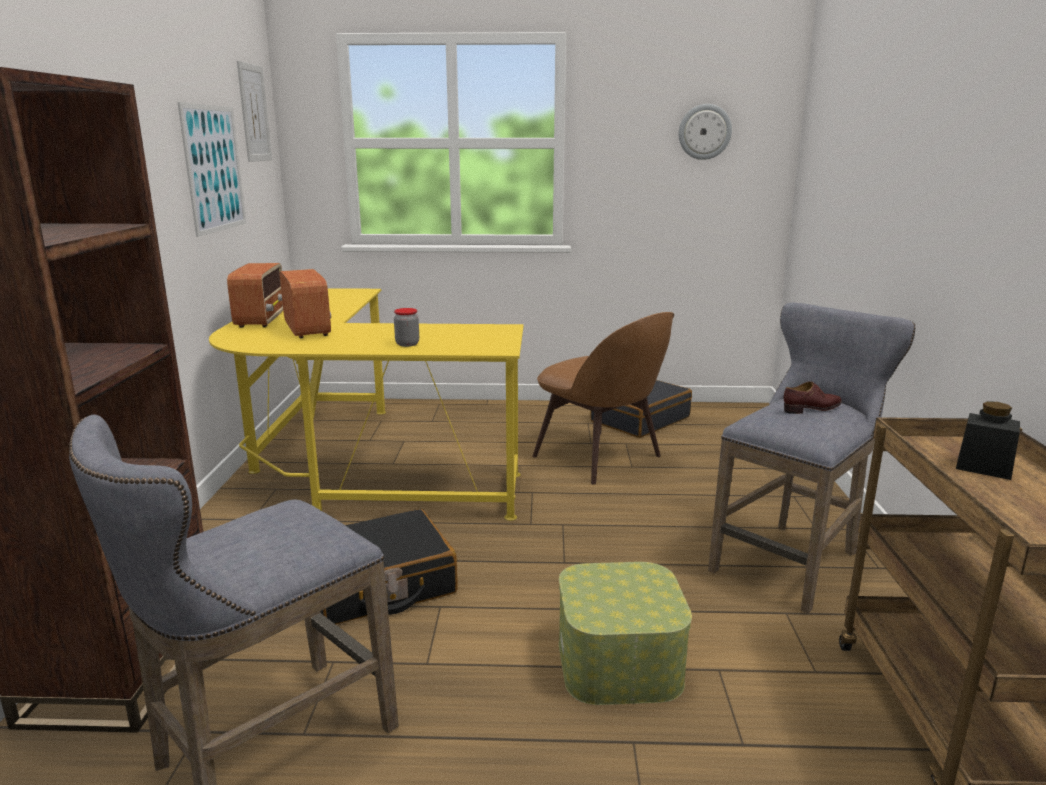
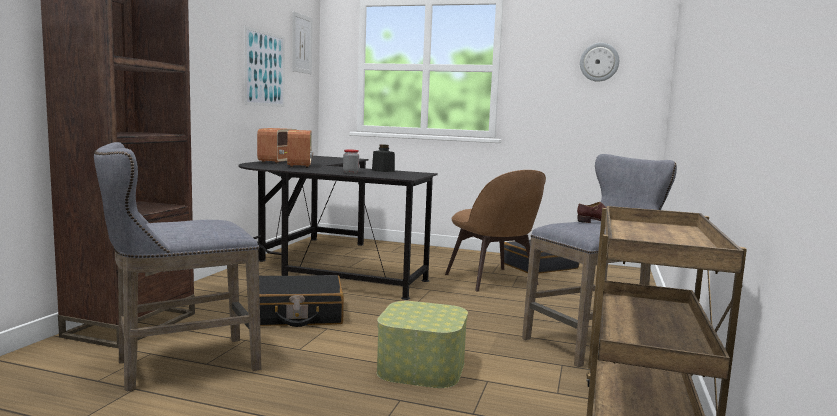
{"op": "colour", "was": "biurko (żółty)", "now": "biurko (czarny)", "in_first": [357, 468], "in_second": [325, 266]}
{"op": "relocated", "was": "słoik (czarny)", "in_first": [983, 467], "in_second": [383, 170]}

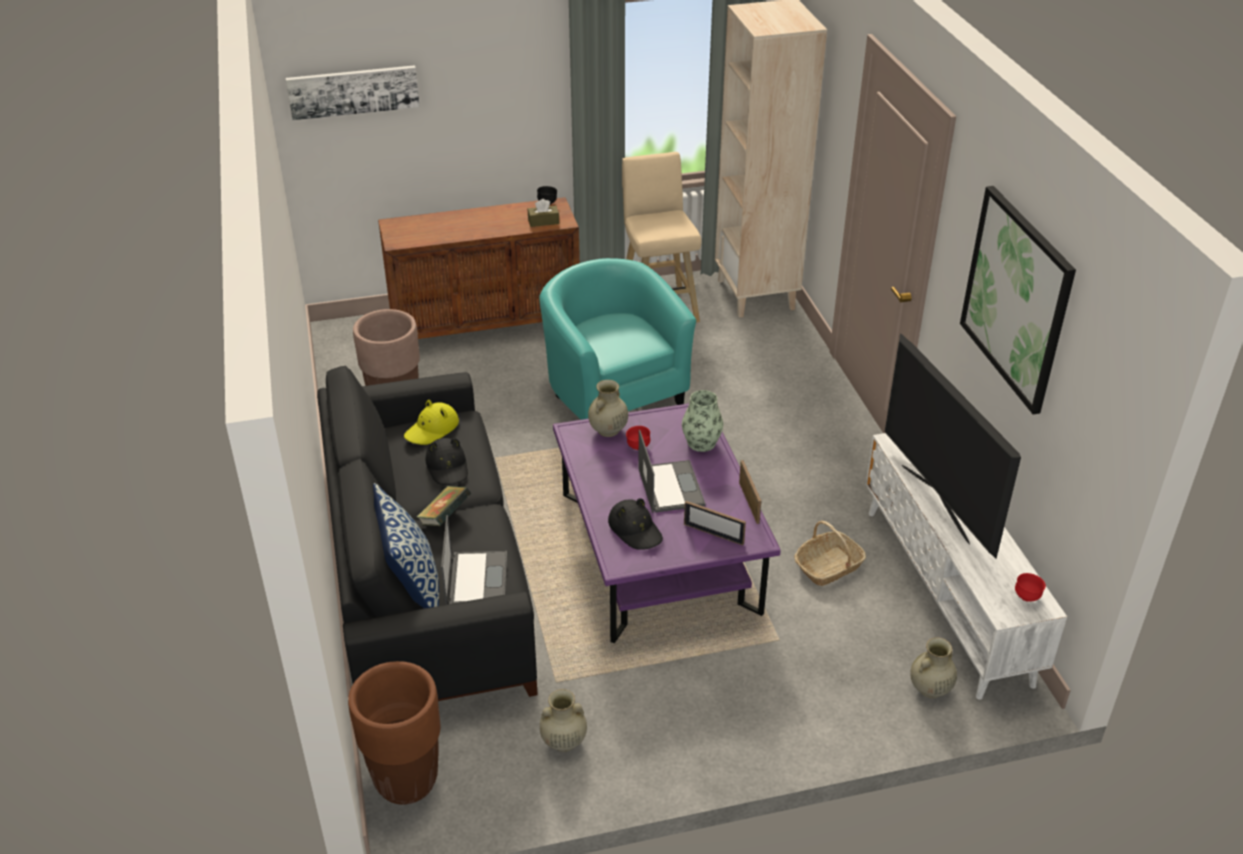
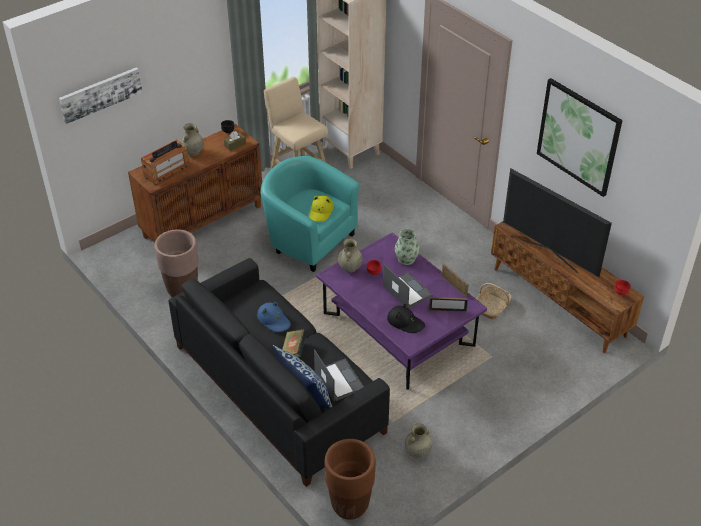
{"op": "relocated", "was": "kapelusz (żółty)", "in_first": [432, 429], "in_second": [321, 212]}
{"op": "colour", "was": "kapelusz (czarny)", "now": "kapelusz (niebieski)", "in_first": [447, 467], "in_second": [274, 320]}
{"op": "colour", "was": "szafka pod telewizor (biały)", "now": "szafka pod telewizor (brązowy)", "in_first": [947, 594], "in_second": [559, 302]}
{"op": "relocated", "was": "wazon (beżowy)", "in_first": [929, 689], "in_second": [193, 152]}
{"op": "appeared", "now": "radio", "in_second": [167, 171]}

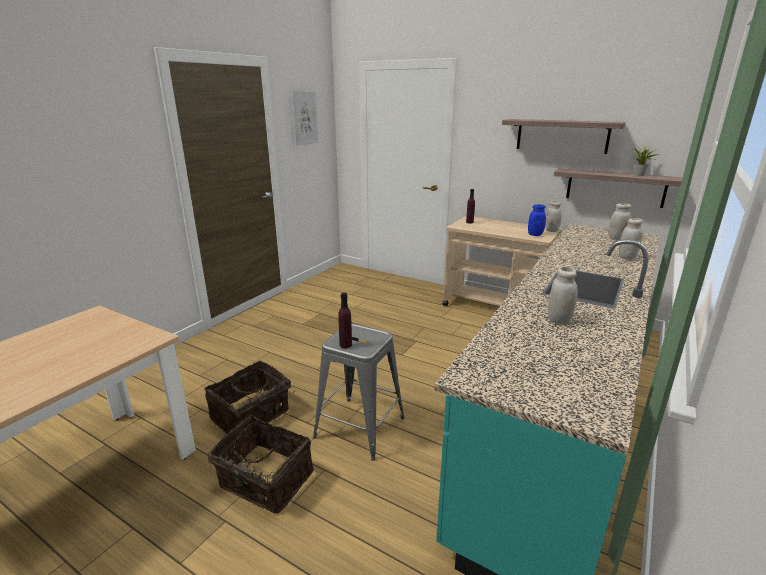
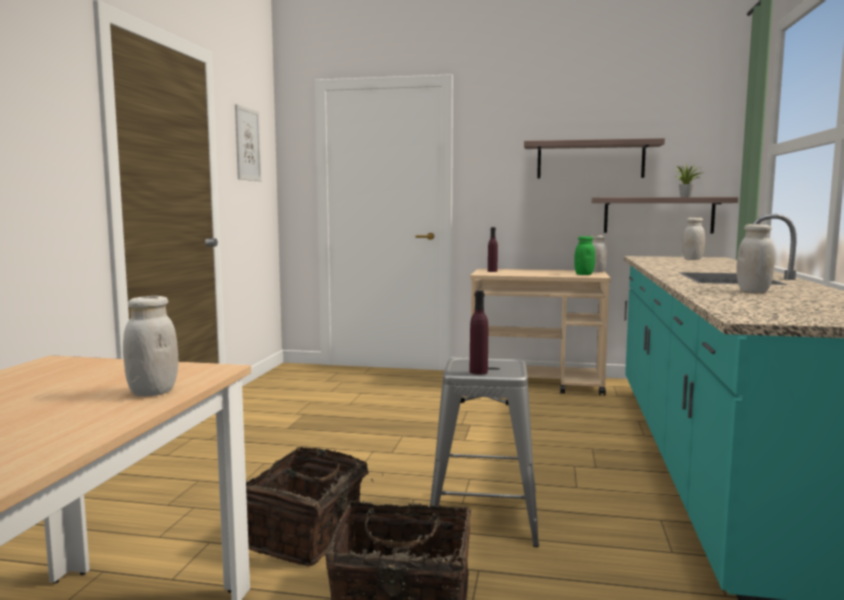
{"op": "colour", "was": "słoik (niebieski)", "now": "słoik (zielony)", "in_first": [535, 234], "in_second": [584, 274]}
{"op": "relocated", "was": "słoik (biały)", "in_first": [626, 257], "in_second": [153, 392]}

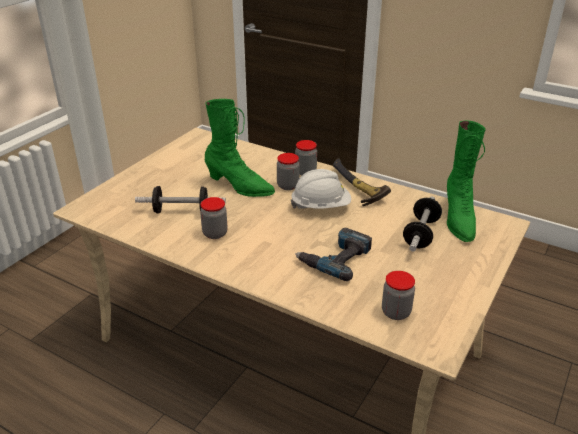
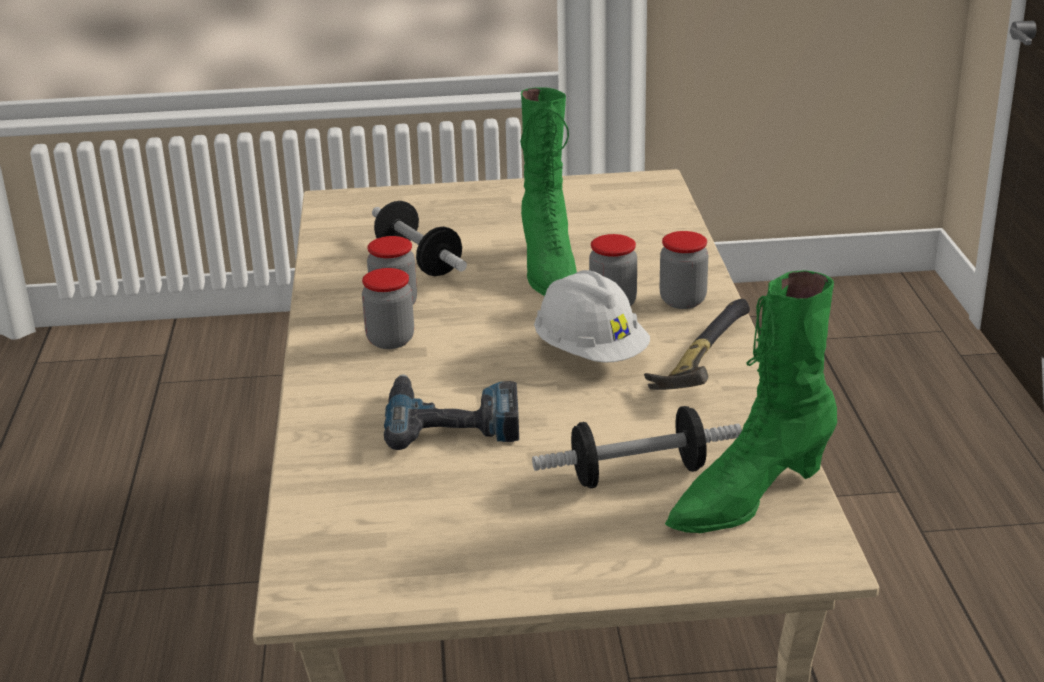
{"op": "relocated", "was": "słoik", "in_first": [396, 312], "in_second": [390, 340]}

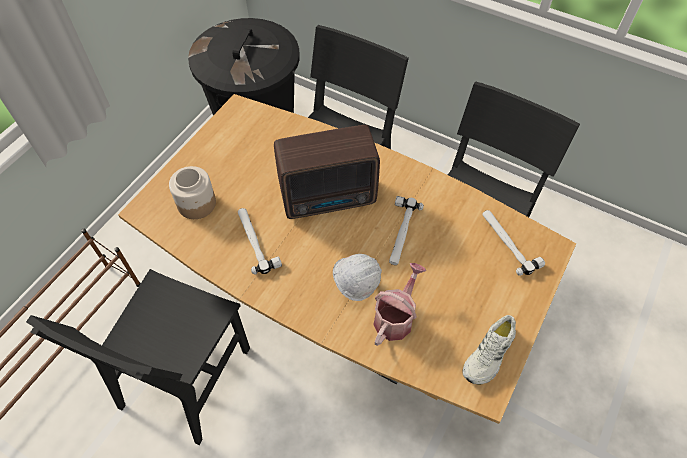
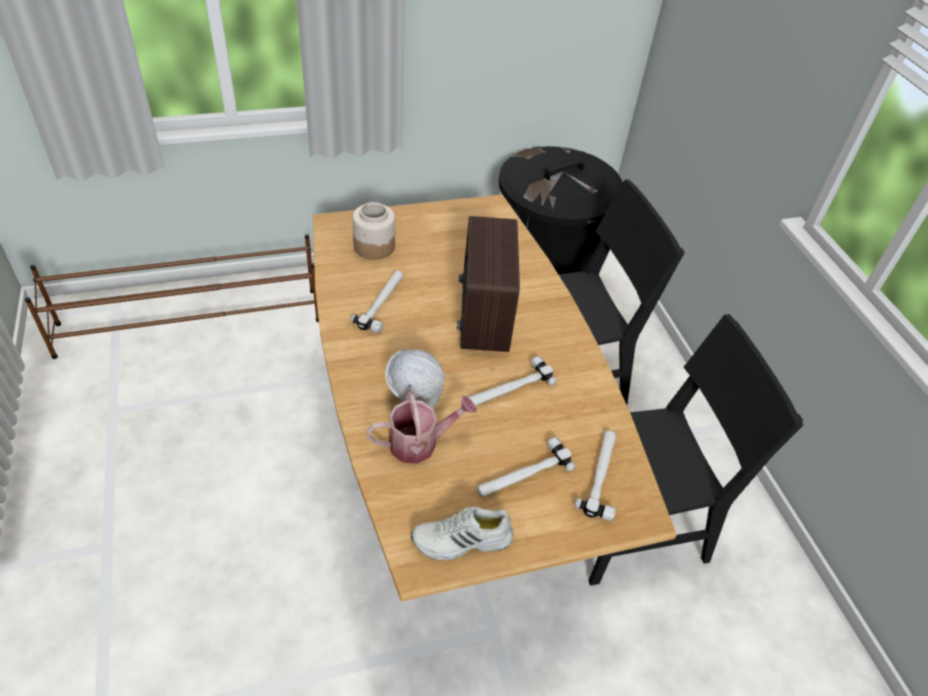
{"op": "missing", "was": "krzesło (czarny)", "in_first": [185, 377]}
{"op": "spun", "was": "radio", "in_first": [330, 198], "in_second": [482, 318], "clockwise": 60}
{"op": "appeared", "now": "młotek", "in_second": [523, 474]}

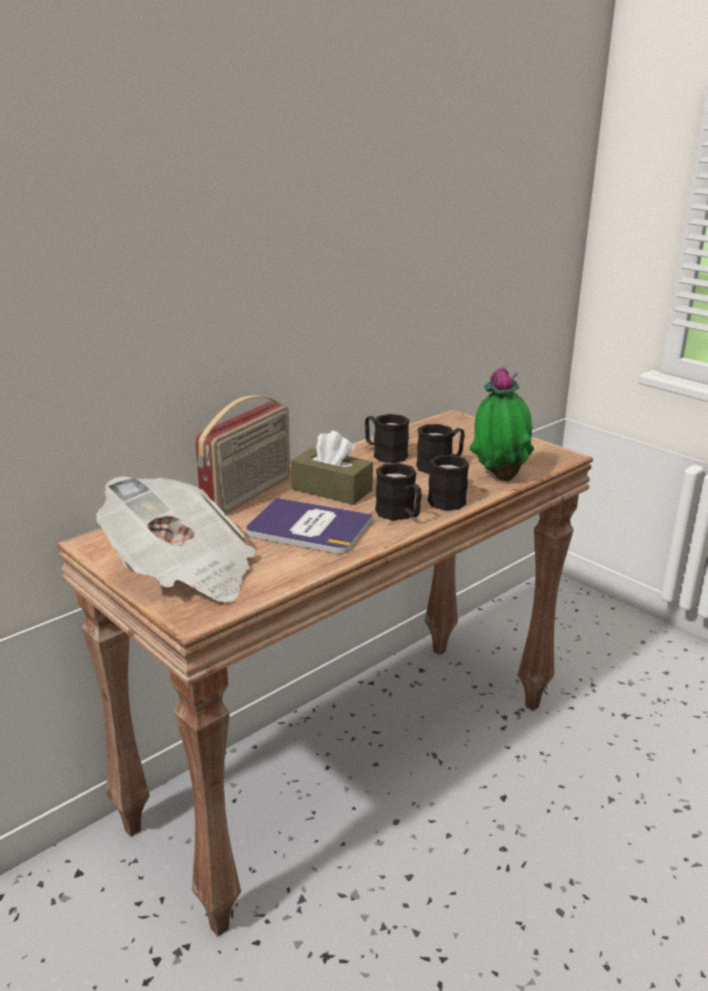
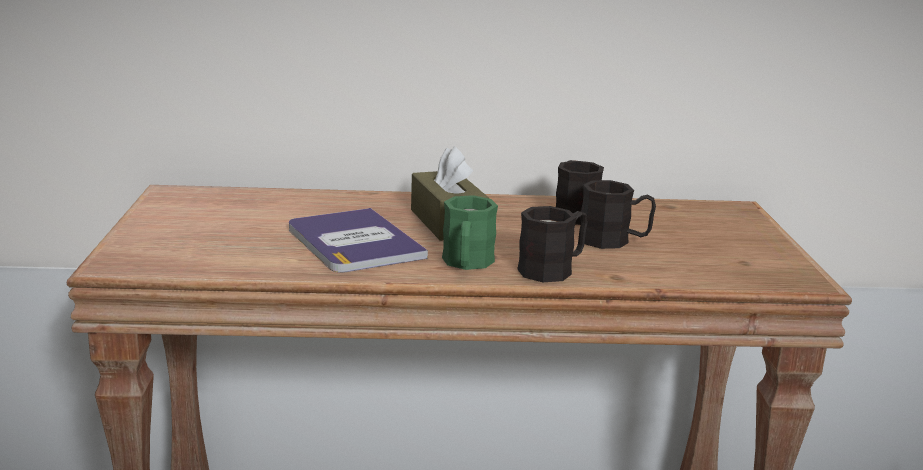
{"op": "missing", "was": "gazeta", "in_first": [183, 573]}
{"op": "missing", "was": "radio", "in_first": [248, 495]}
{"op": "colour", "was": "kubek (czarny)", "now": "kubek (zielony)", "in_first": [400, 514], "in_second": [467, 264]}
{"op": "missing", "was": "roślina doniczkowa", "in_first": [499, 477]}

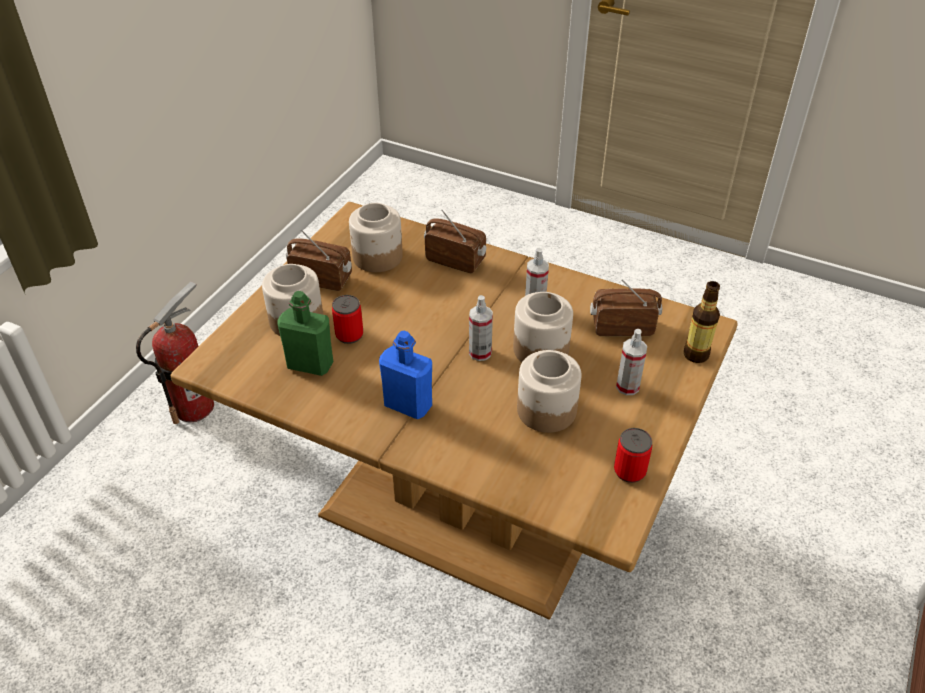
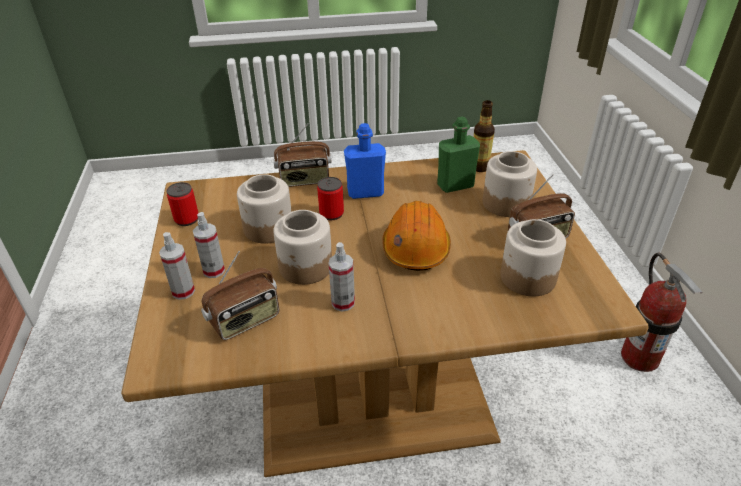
{"op": "relocated", "was": "puszka", "in_first": [349, 335], "in_second": [331, 214]}
{"op": "relocated", "was": "radio", "in_first": [456, 260], "in_second": [304, 180]}
{"op": "relocated", "was": "spryskiwacz", "in_first": [480, 353], "in_second": [183, 291]}
{"op": "relocated", "was": "butelka", "in_first": [696, 354], "in_second": [479, 167]}
{"op": "appeared", "now": "kask (pomarańczowy)", "in_second": [416, 248]}

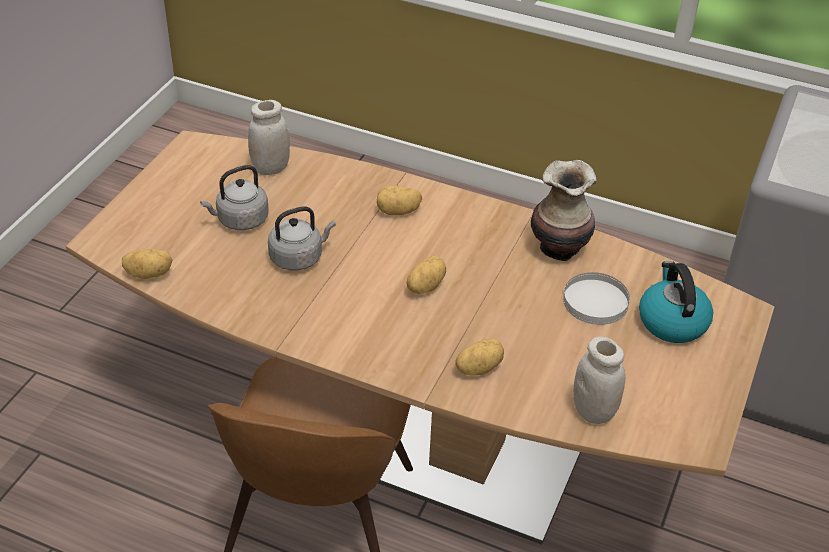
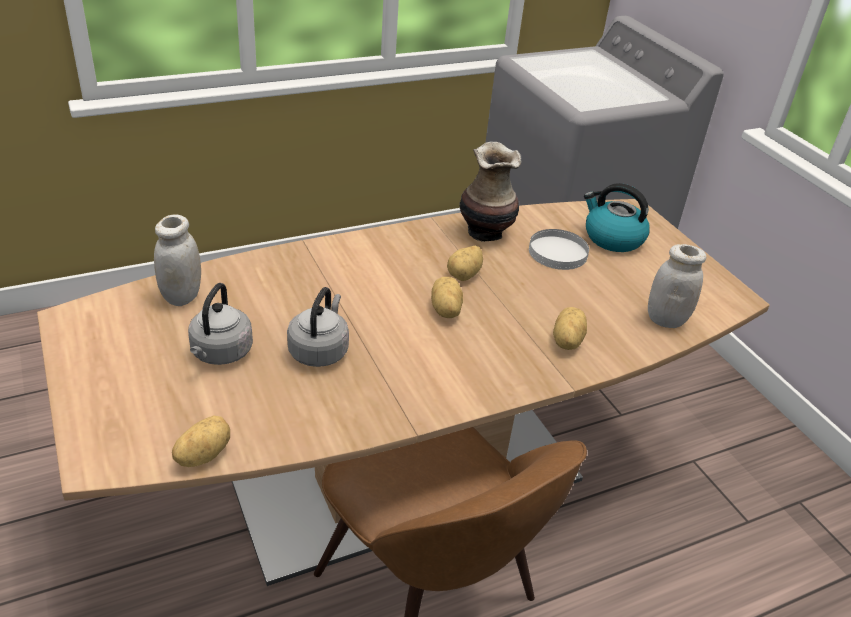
{"op": "relocated", "was": "ziemniak", "in_first": [398, 212], "in_second": [465, 275]}

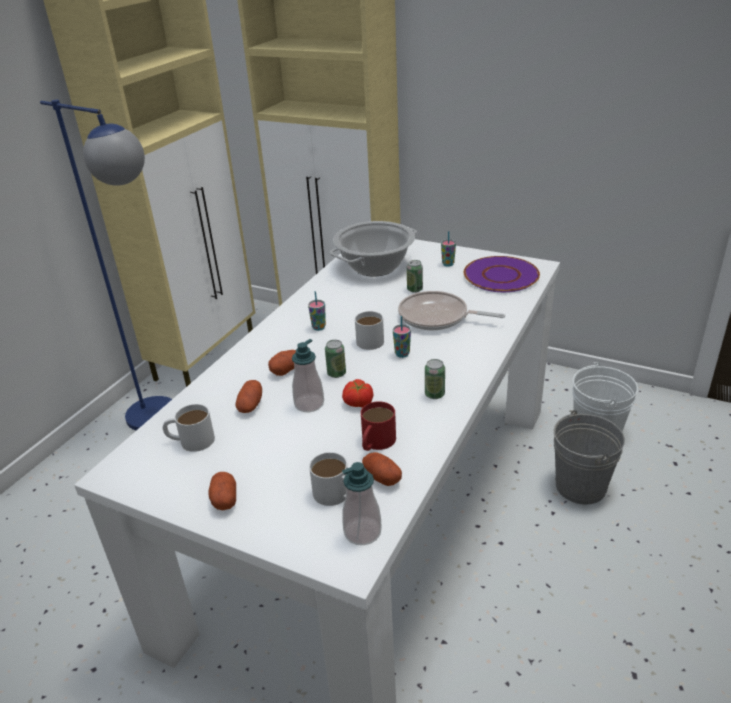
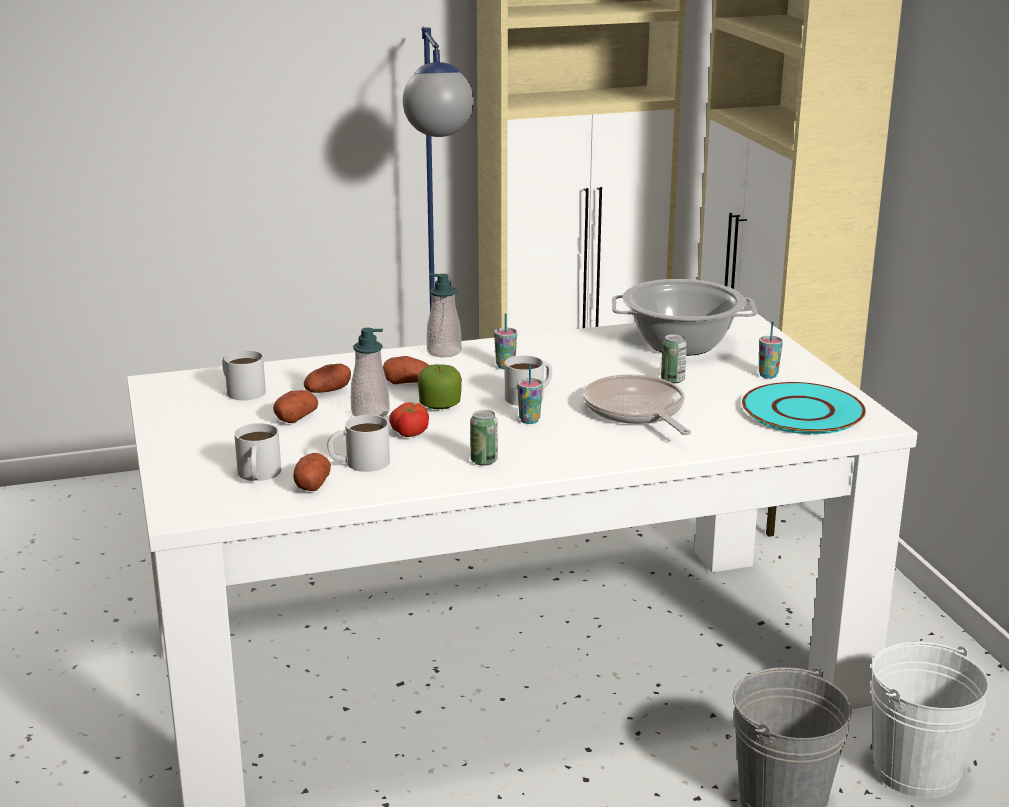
{"op": "relocated", "was": "ziemniak", "in_first": [224, 499], "in_second": [296, 418]}
{"op": "exchanged", "was": "puszka", "now": "jabłko", "in_first": [336, 373], "in_second": [440, 405]}
{"op": "relocated", "was": "dozownik mydła", "in_first": [362, 532], "in_second": [444, 352]}
{"op": "colour", "was": "kubek (czerwony)", "now": "kubek (biały)", "in_first": [375, 442], "in_second": [359, 463]}
{"op": "colour", "was": "talerz (fioletowy)", "now": "talerz (turkusowy)", "in_first": [501, 276], "in_second": [803, 411]}

